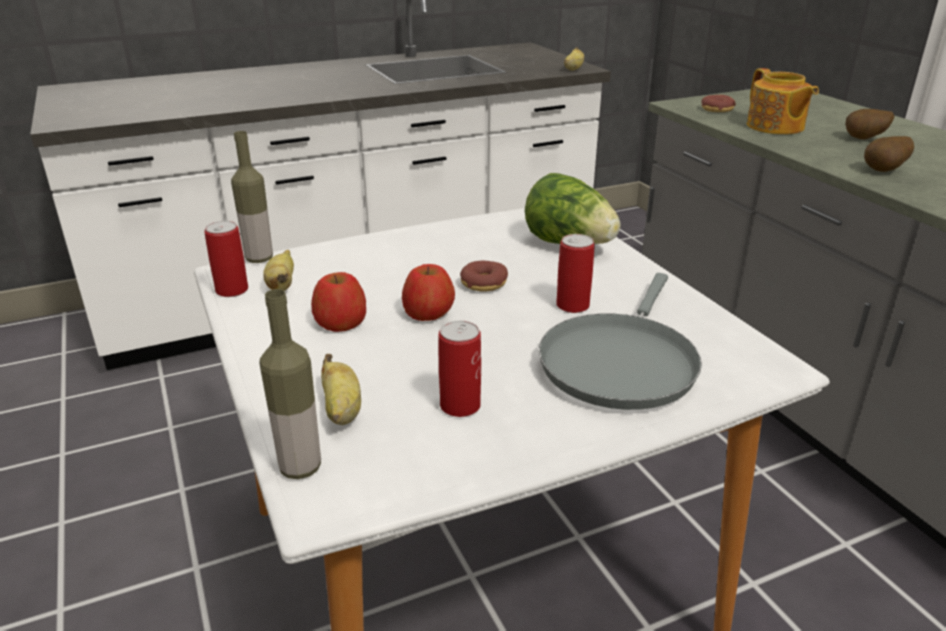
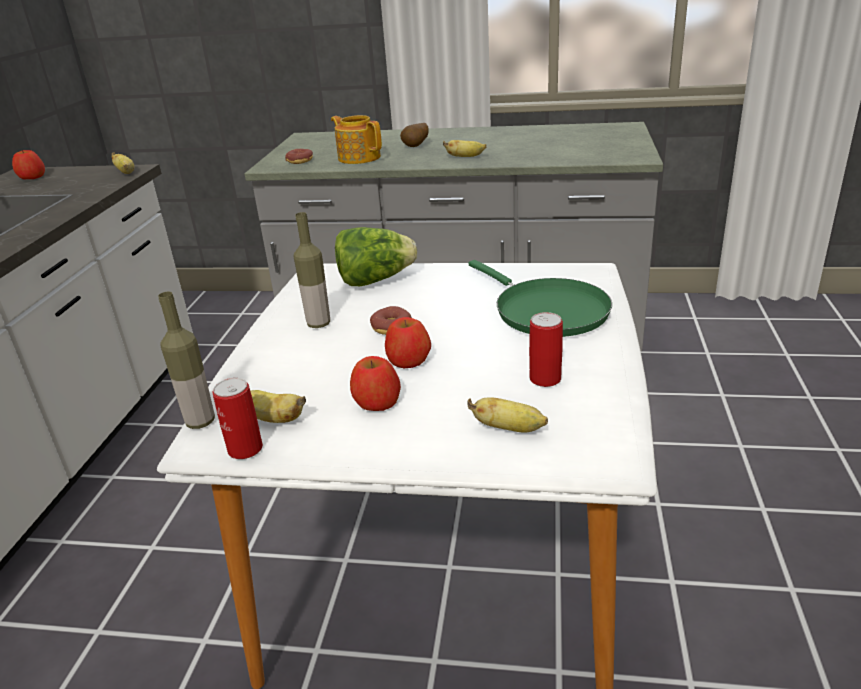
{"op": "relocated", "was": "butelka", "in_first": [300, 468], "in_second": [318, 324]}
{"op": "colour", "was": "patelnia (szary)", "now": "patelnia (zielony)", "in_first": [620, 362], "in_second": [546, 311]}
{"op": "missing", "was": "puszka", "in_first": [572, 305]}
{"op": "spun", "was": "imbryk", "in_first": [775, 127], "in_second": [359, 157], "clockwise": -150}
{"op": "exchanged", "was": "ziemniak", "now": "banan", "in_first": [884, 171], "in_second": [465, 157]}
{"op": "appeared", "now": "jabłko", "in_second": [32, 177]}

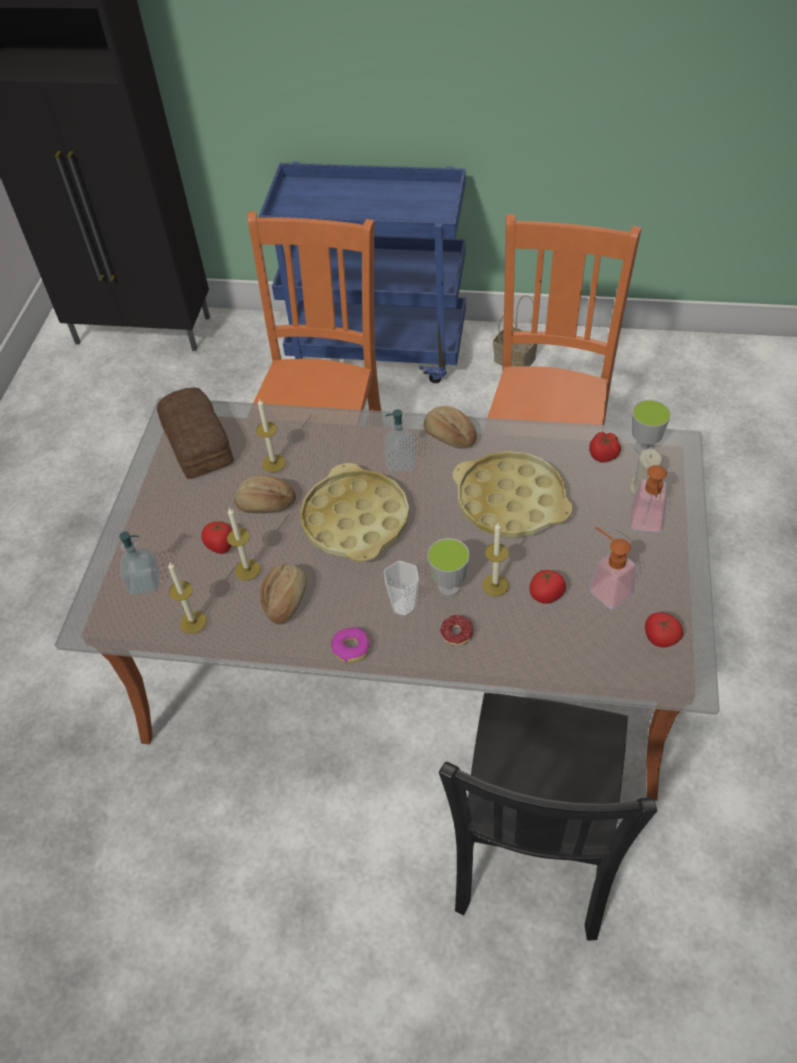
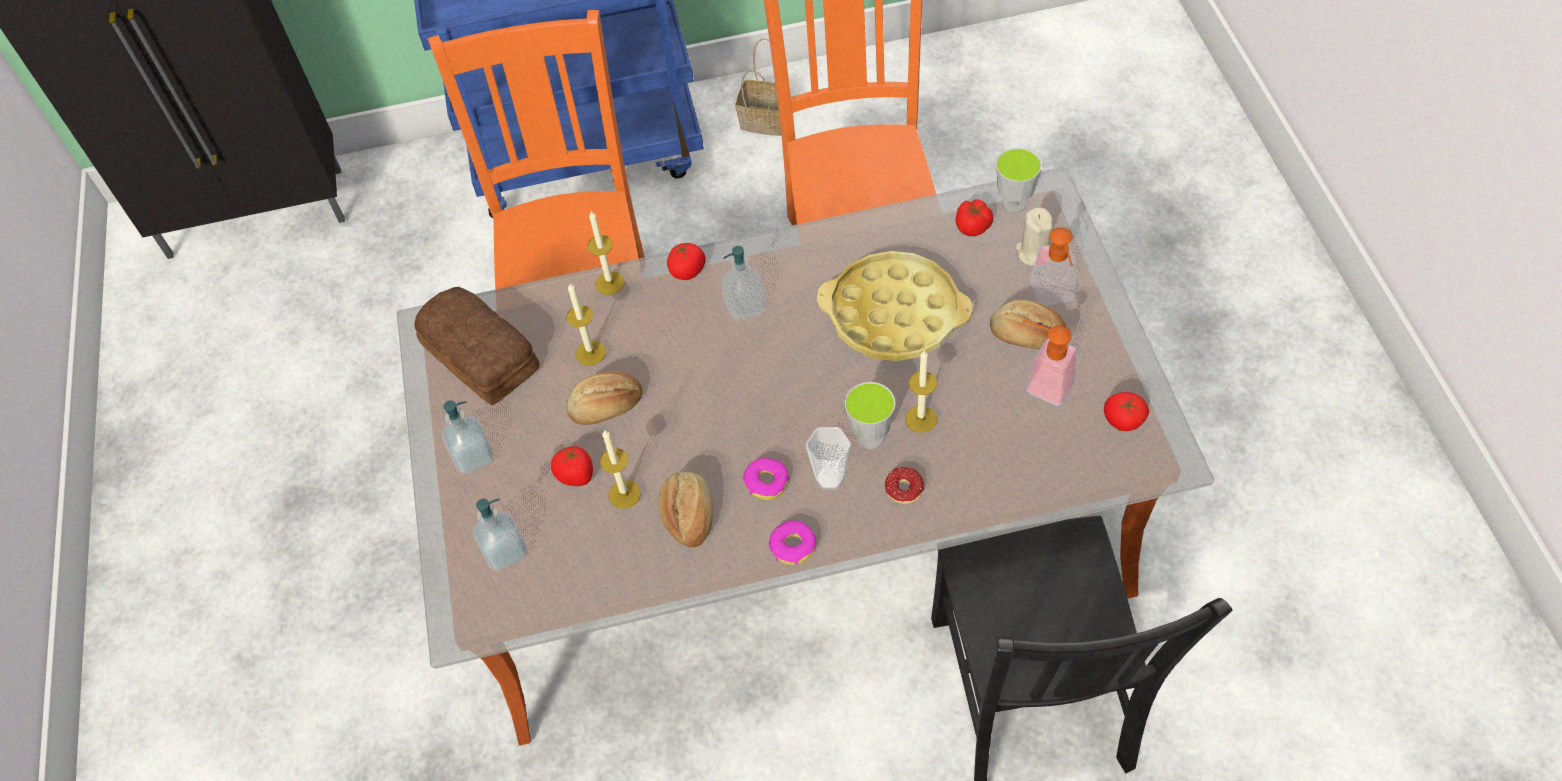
{"op": "relocated", "was": "świeca", "in_first": [193, 622], "in_second": [610, 283]}
{"op": "missing", "was": "taca (żółty)", "in_first": [355, 520]}
{"op": "relocated", "was": "chleb", "in_first": [449, 436], "in_second": [1027, 336]}
{"op": "relocated", "was": "pomidor", "in_first": [546, 595], "in_second": [688, 271]}
{"op": "appeared", "now": "dozownik mydła", "in_second": [473, 456]}
{"op": "appeared", "now": "donut", "in_second": [766, 482]}

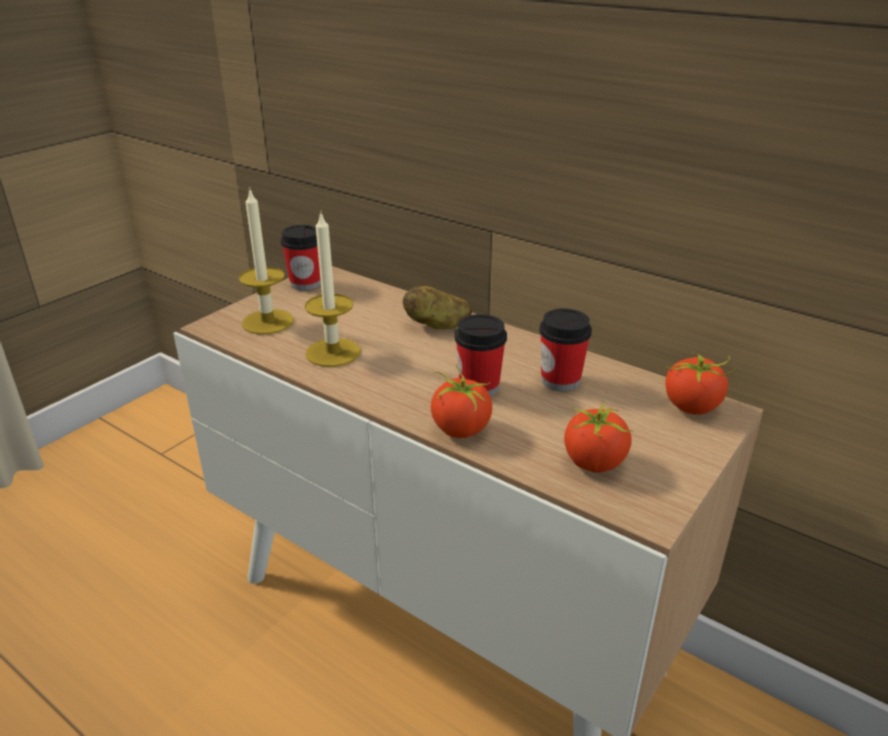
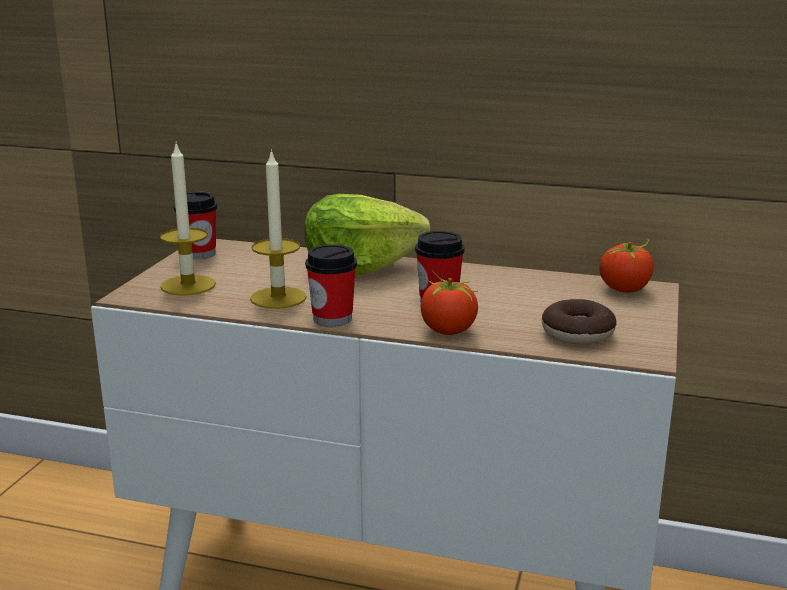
{"op": "exchanged", "was": "ziemniak", "now": "sałata", "in_first": [437, 325], "in_second": [360, 267]}
{"op": "relocated", "was": "filiżanka", "in_first": [560, 381], "in_second": [332, 318]}
{"op": "exchanged", "was": "pomidor", "now": "donut", "in_first": [594, 463], "in_second": [577, 333]}

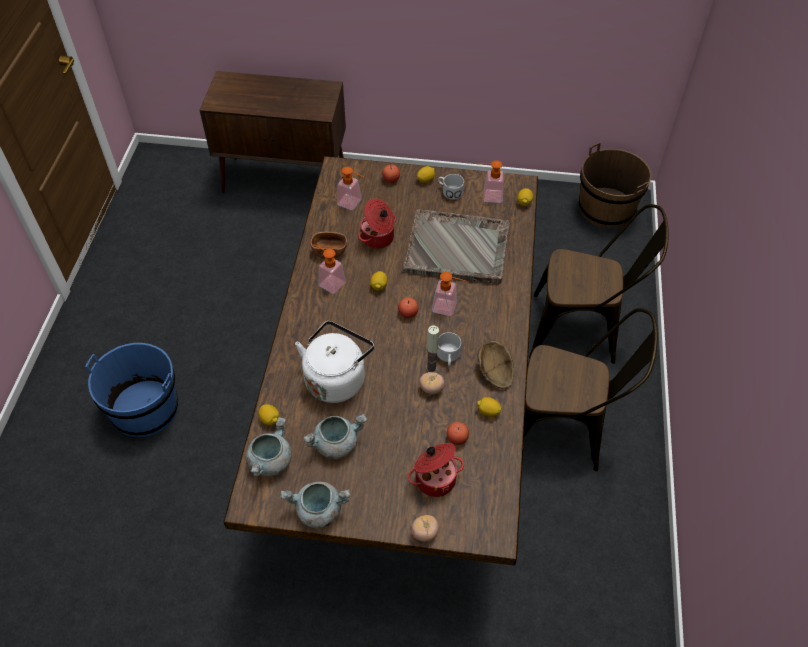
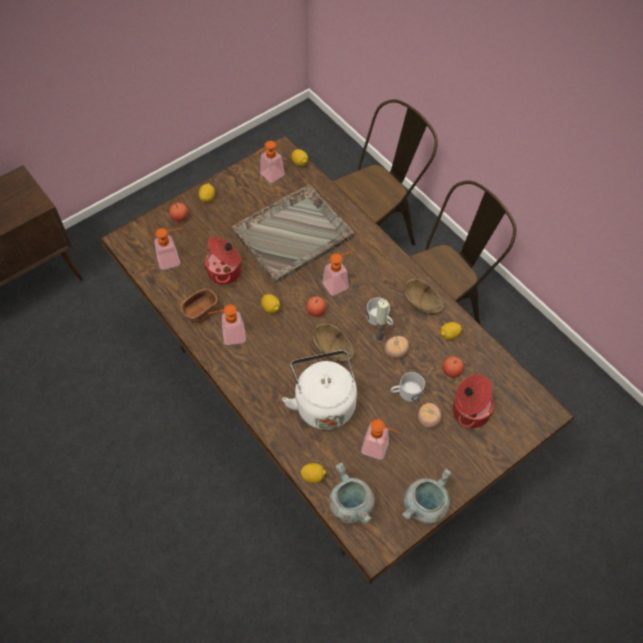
{"op": "missing", "was": "wiadro (niebieski)", "in_first": [145, 409]}
{"op": "exchanged", "was": "garnek (szary)", "now": "dozownik mydła", "in_first": [336, 443], "in_second": [379, 449]}
{"op": "relocated", "was": "pomidor", "in_first": [424, 533], "in_second": [428, 420]}
{"op": "relocated", "was": "kubek (biały)", "in_first": [449, 191], "in_second": [406, 392]}
{"op": "missing", "was": "wiadro (brązowy)", "in_first": [606, 208]}
{"op": "appeared", "now": "miska (brązowy)", "in_second": [333, 350]}

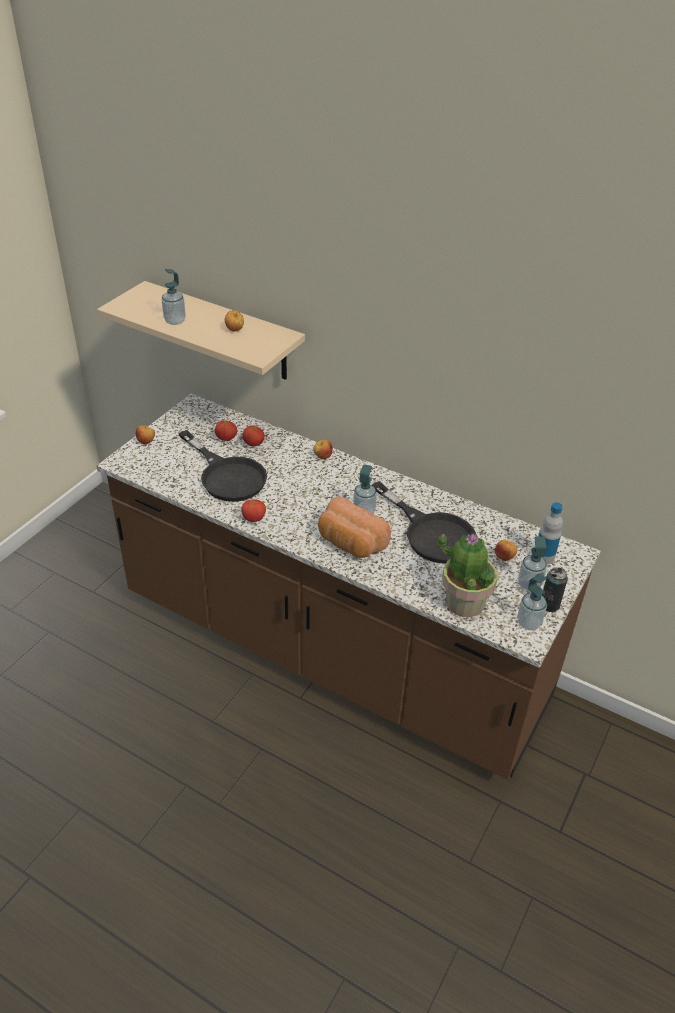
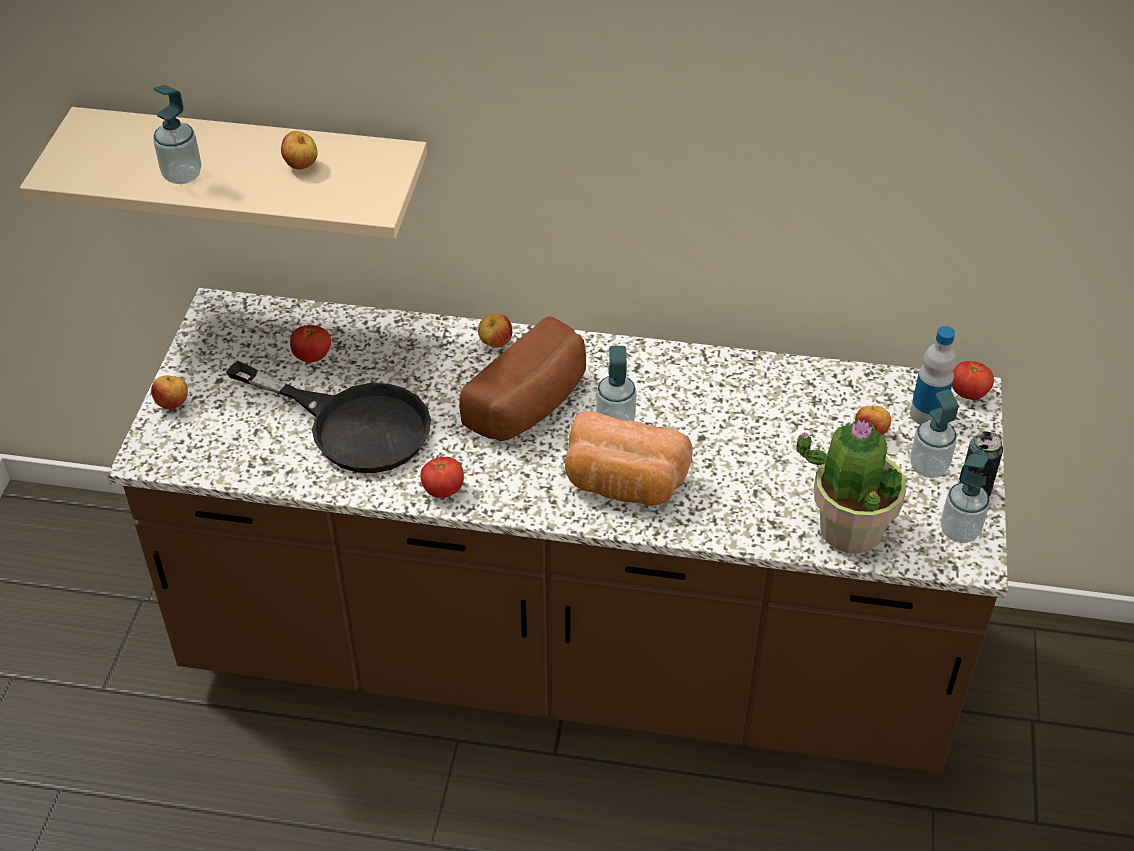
{"op": "relocated", "was": "pomidor", "in_first": [253, 444], "in_second": [968, 394]}
{"op": "missing", "was": "patelnia (czarny)", "in_first": [431, 533]}
{"op": "appeared", "now": "chleb", "in_second": [532, 405]}

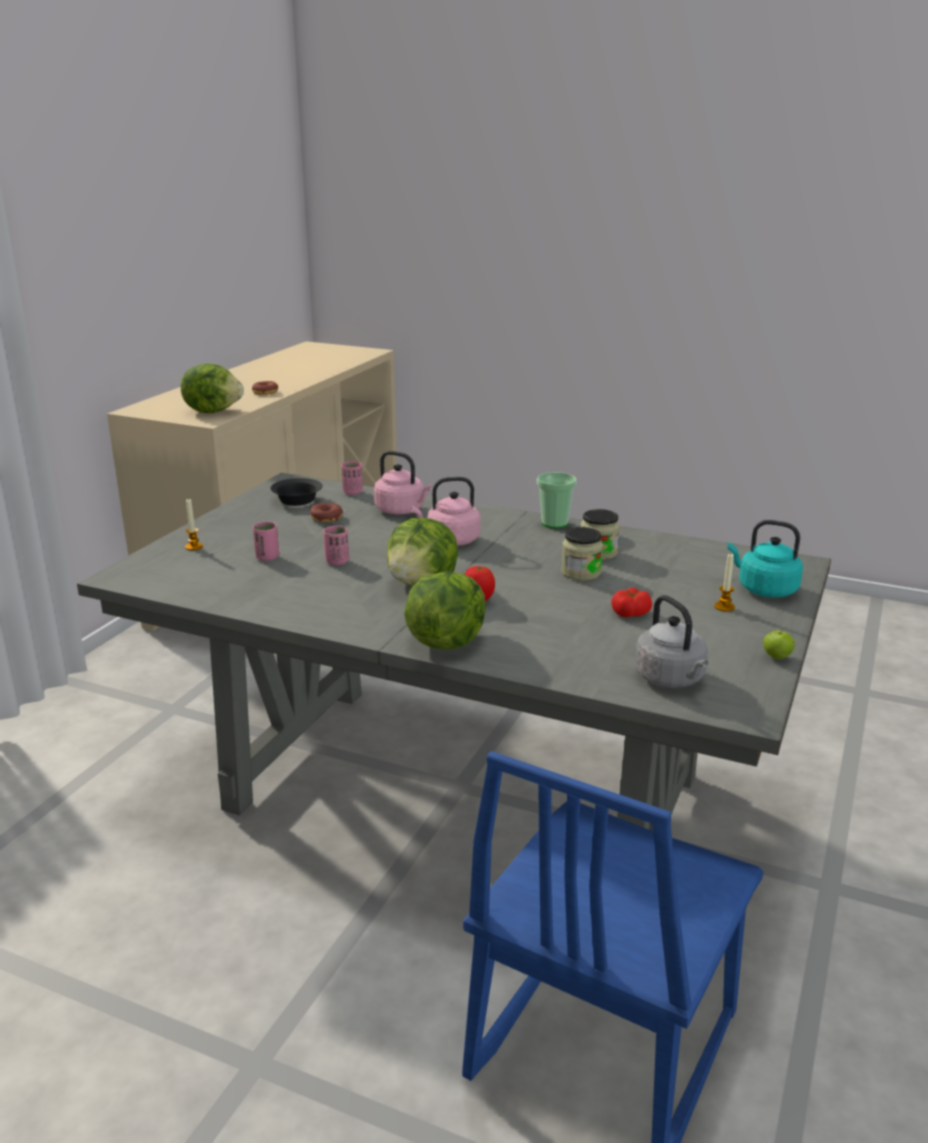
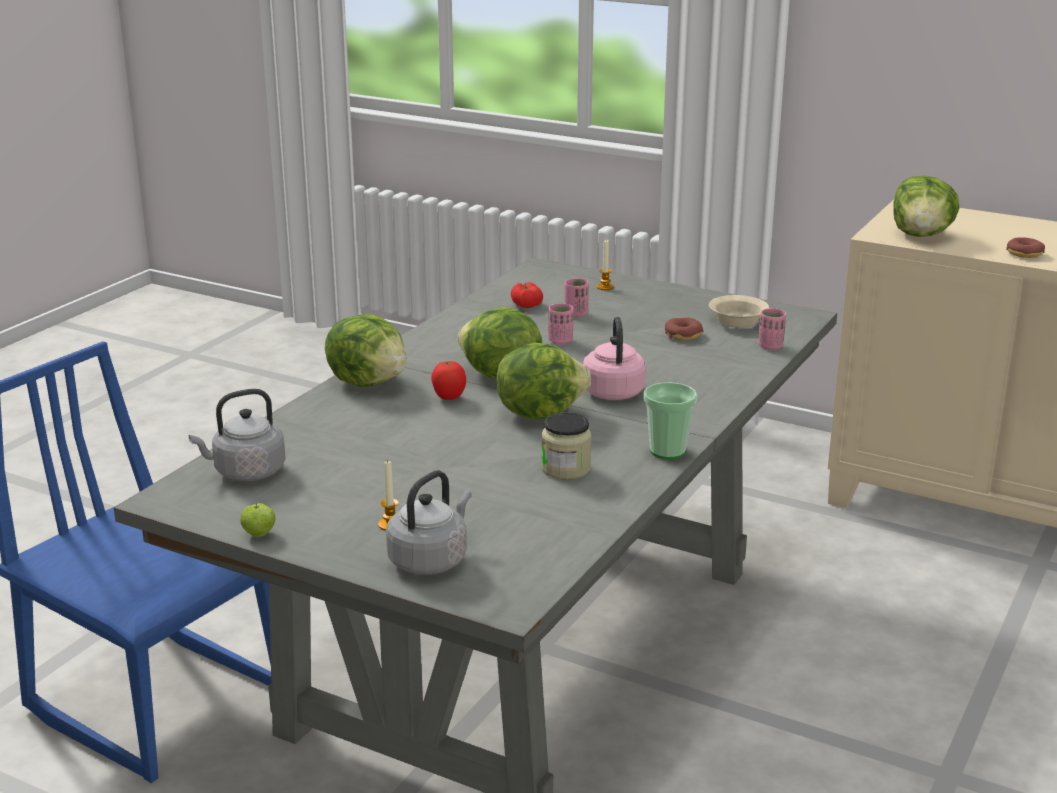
{"op": "colour", "was": "miska (czarny)", "now": "miska (beżowy)", "in_first": [298, 500], "in_second": [738, 322]}
{"op": "missing", "was": "czajnik (różowy)", "in_first": [402, 510]}
{"op": "missing", "was": "słoik", "in_first": [581, 572]}
{"op": "relocated", "was": "pomidor", "in_first": [631, 613], "in_second": [526, 304]}
{"op": "colour", "was": "czajnik (turkusowy)", "now": "czajnik (szary)", "in_first": [764, 589], "in_second": [430, 560]}
{"op": "appeared", "now": "sałata", "in_second": [539, 412]}

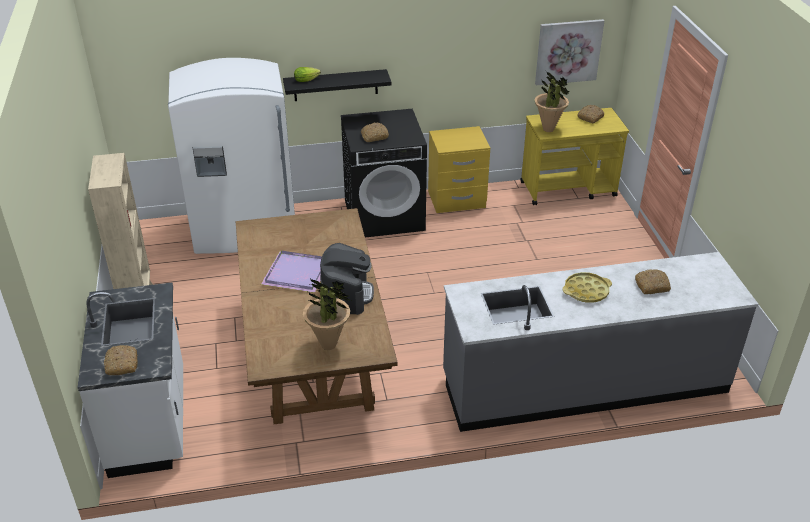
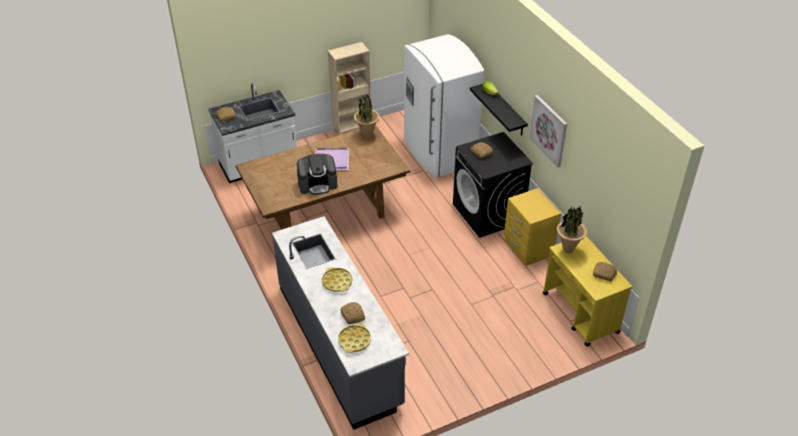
{"op": "relocated", "was": "roślina doniczkowa", "in_first": [329, 345], "in_second": [367, 136]}
{"op": "relocated", "was": "obraz", "in_first": [568, 51], "in_second": [549, 130]}
{"op": "appeared", "now": "taca (żółty)", "in_second": [354, 340]}

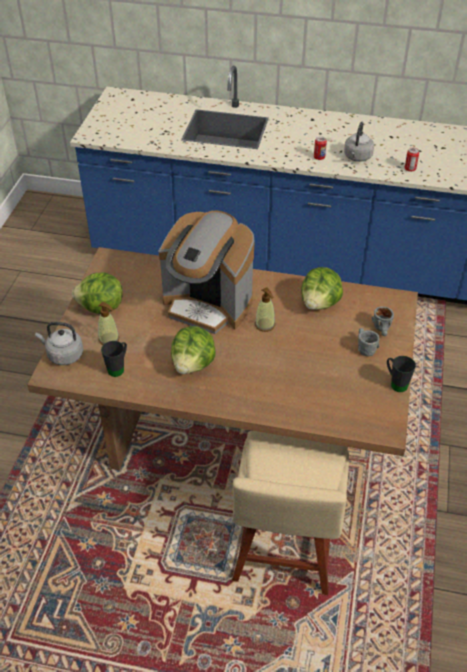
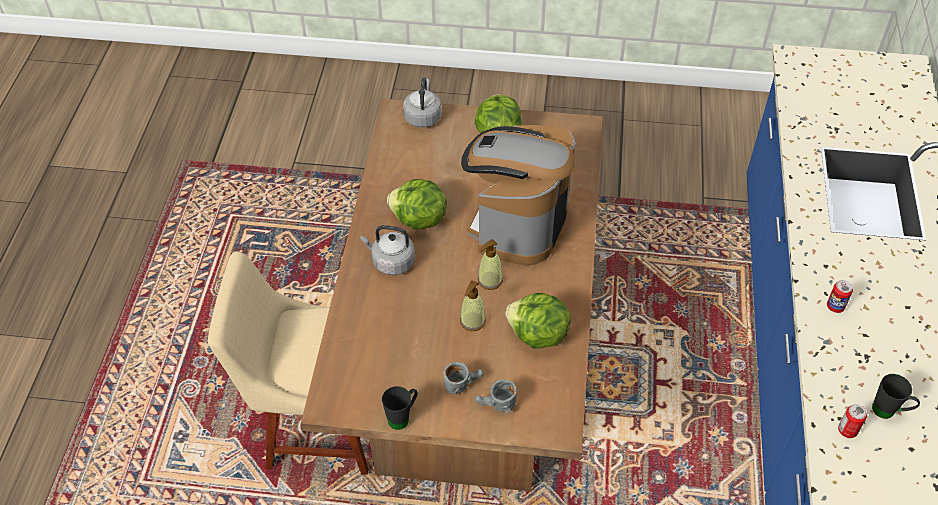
{"op": "relocated", "was": "dozownik mydła", "in_first": [109, 339], "in_second": [472, 321]}
{"op": "relocated", "was": "kubek (czarny)", "in_first": [118, 368], "in_second": [889, 411]}
{"op": "relocated", "was": "czajnik (szary)", "in_first": [357, 157], "in_second": [391, 262]}

